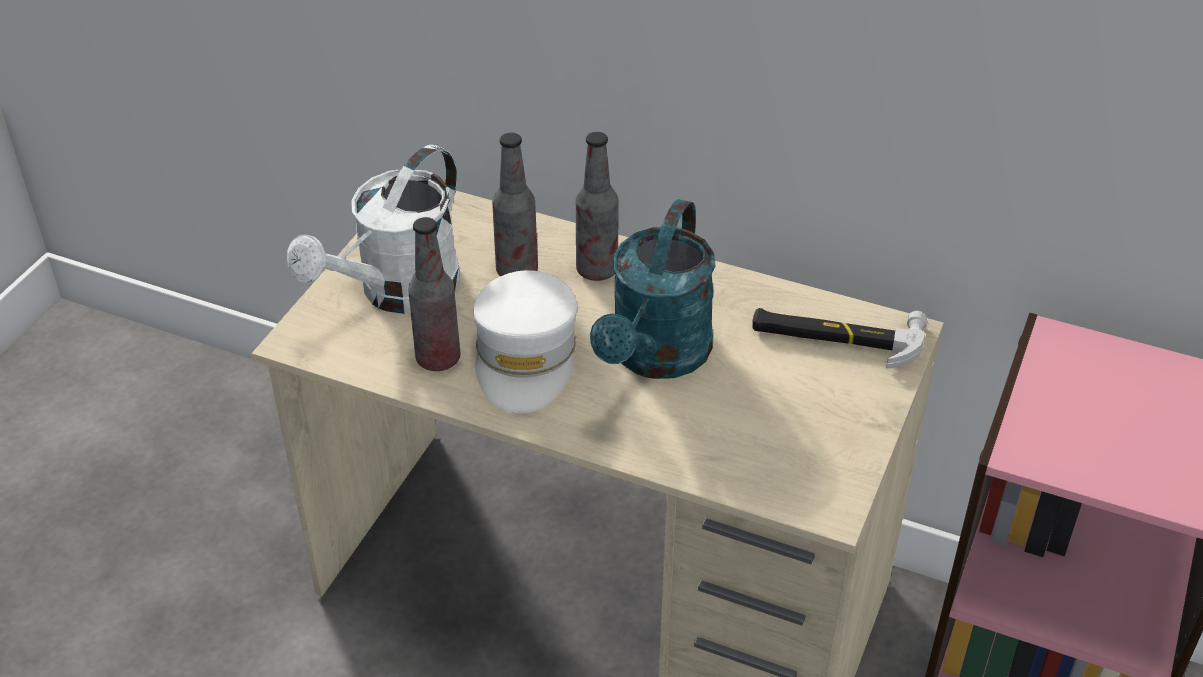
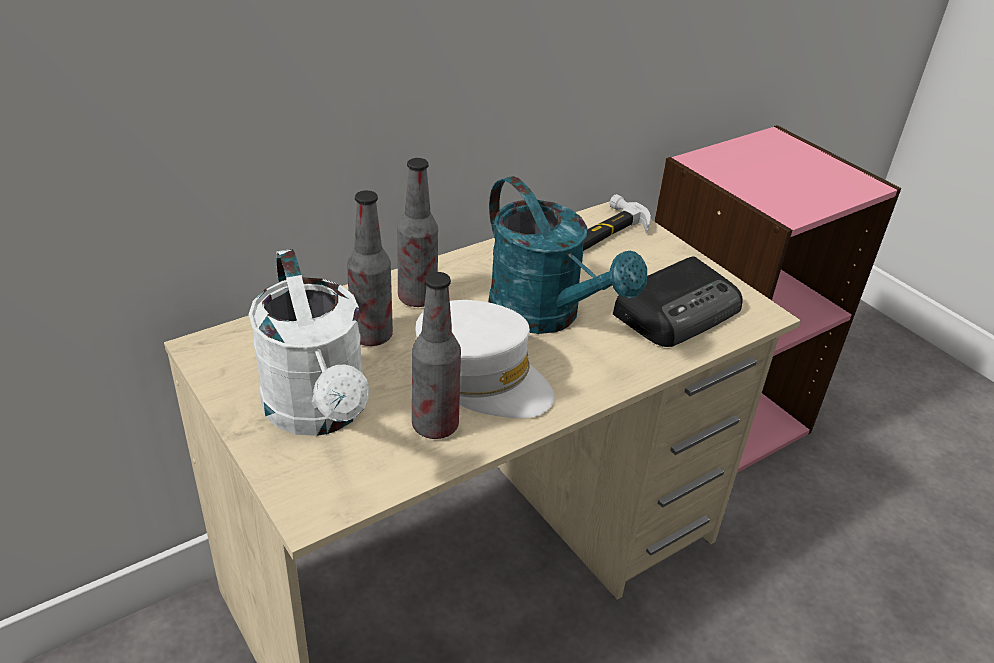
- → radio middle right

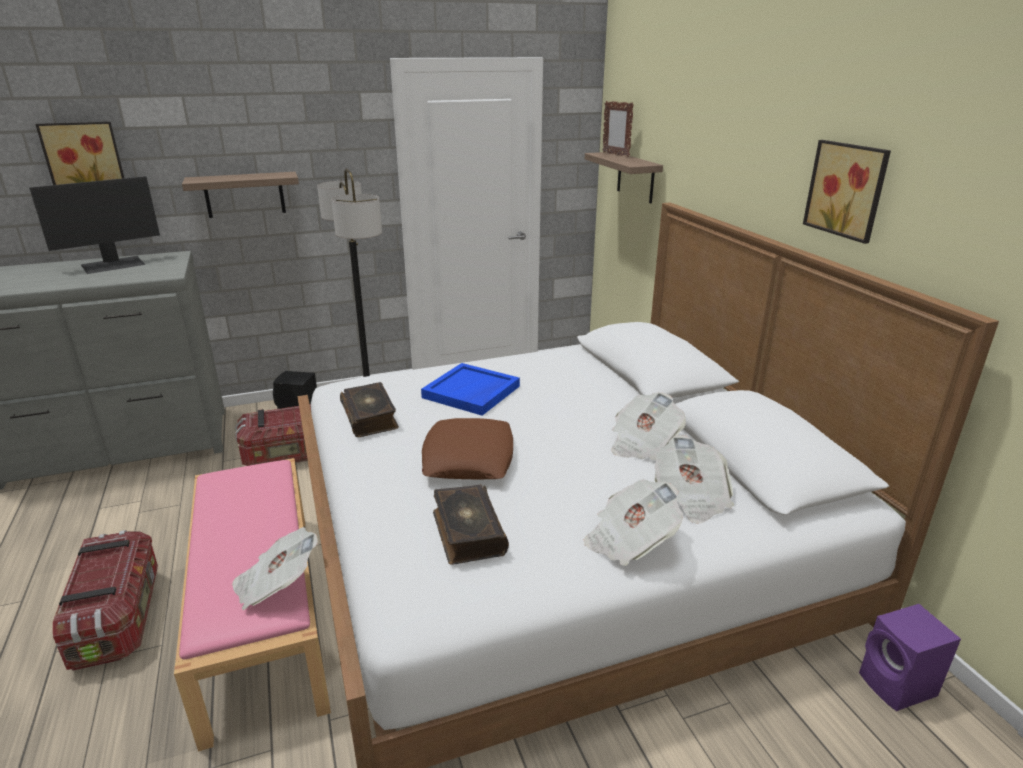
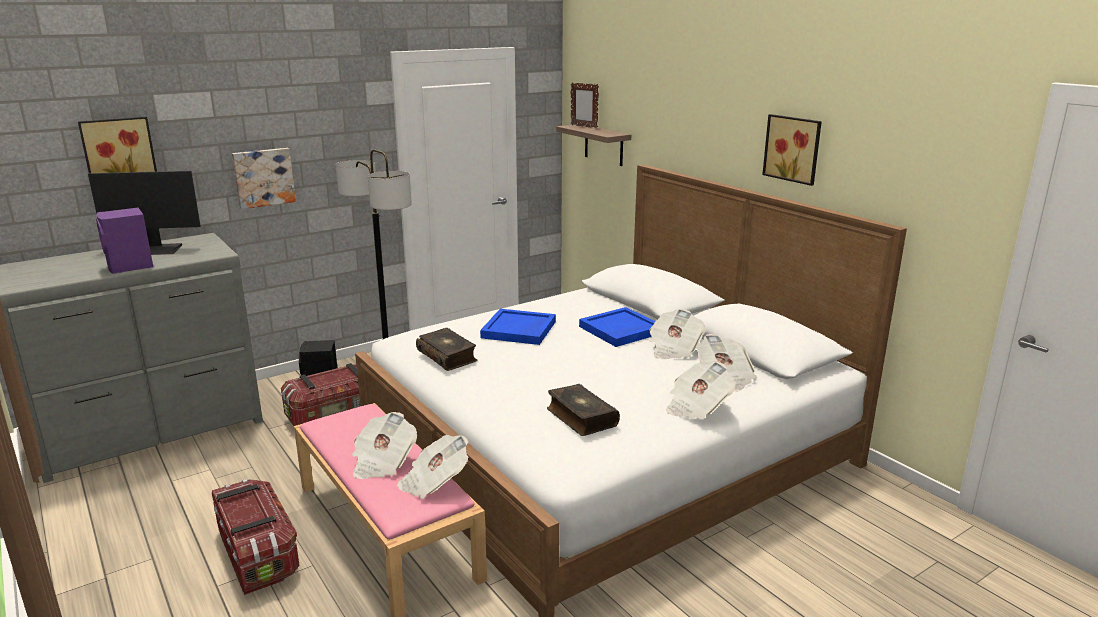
étagère (no. 1 from left) top left → tableau (no. 2 from left) top left
écran d'ordinateur top left → écran d'ordinateur middle left, 45 degrees clockwise
coussin [marron] centre → -
enceinte [violet] bottom right → enceinte [violet] middle left, shifted
- → plateau [bleu] (no. 2 from left) centre
- → journal (no. 1 from left) bottom centre

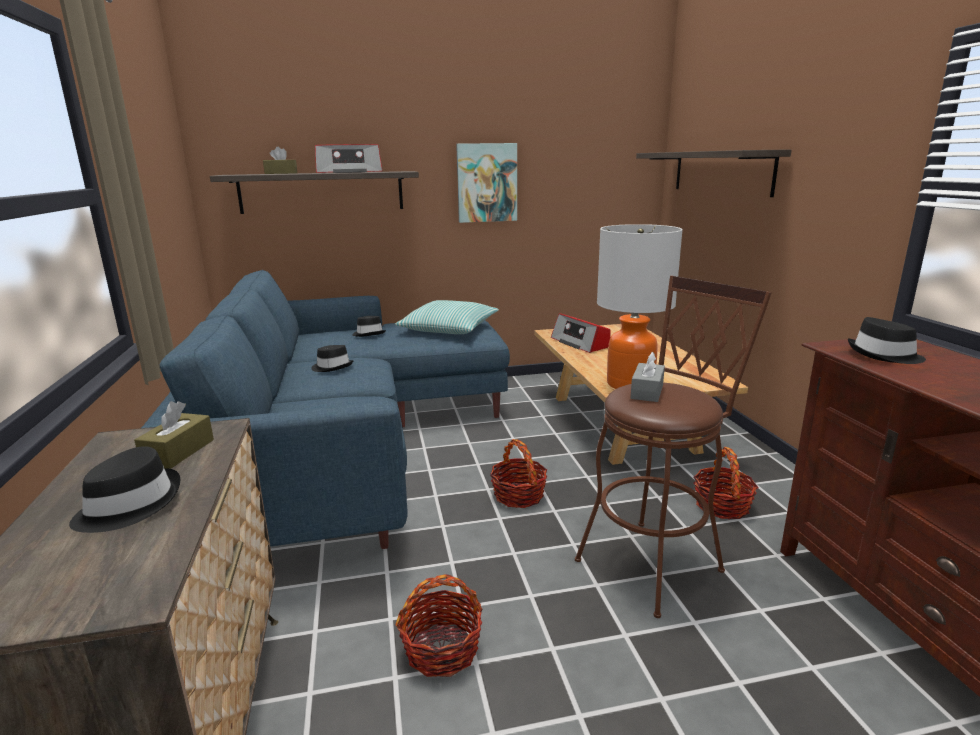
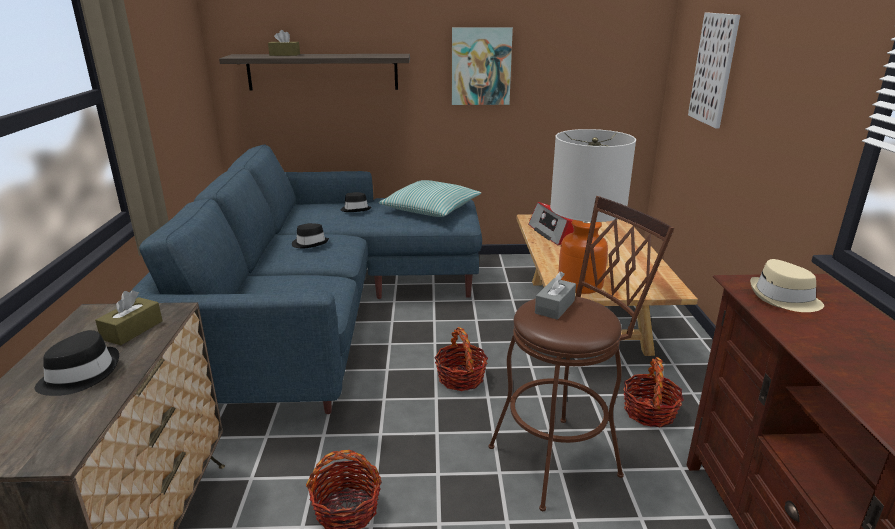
radio (no. 1 from left) top centre → -
étagère (no. 2 from left) top right → tableau (no. 2 from left) top right
chapeau [noir] (no. 4 from left) middle right → chapeau [beige] middle right

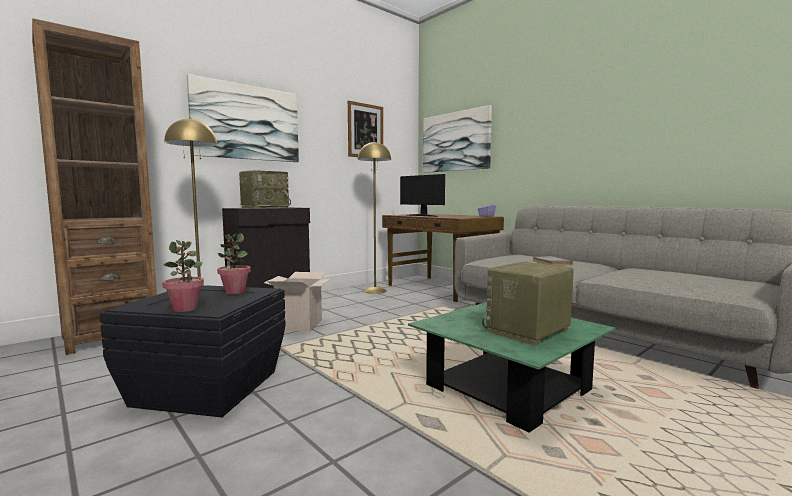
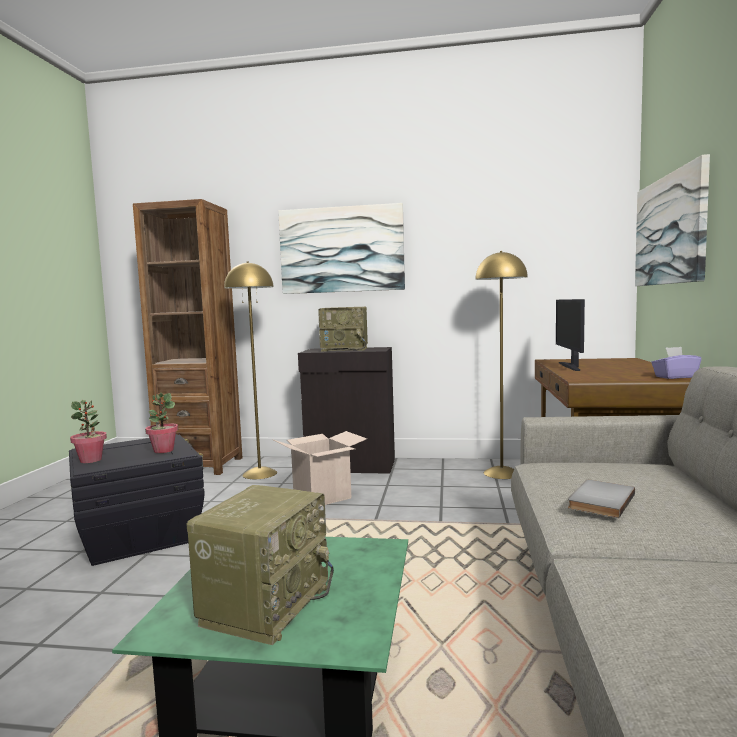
tableau (no. 2 from left) top centre → -
radio (no. 2 from left in the first image) middle right → radio (no. 1 from left) bottom centre, 105 degrees clockwise

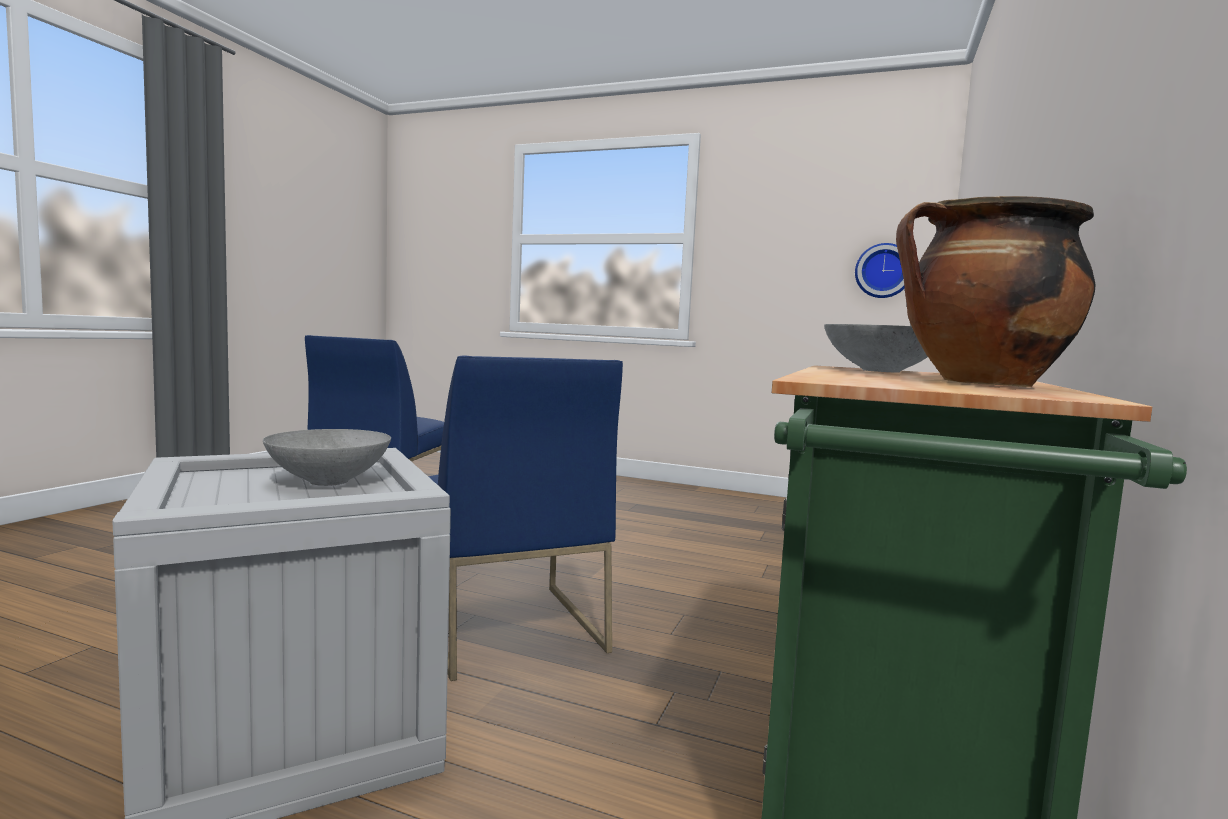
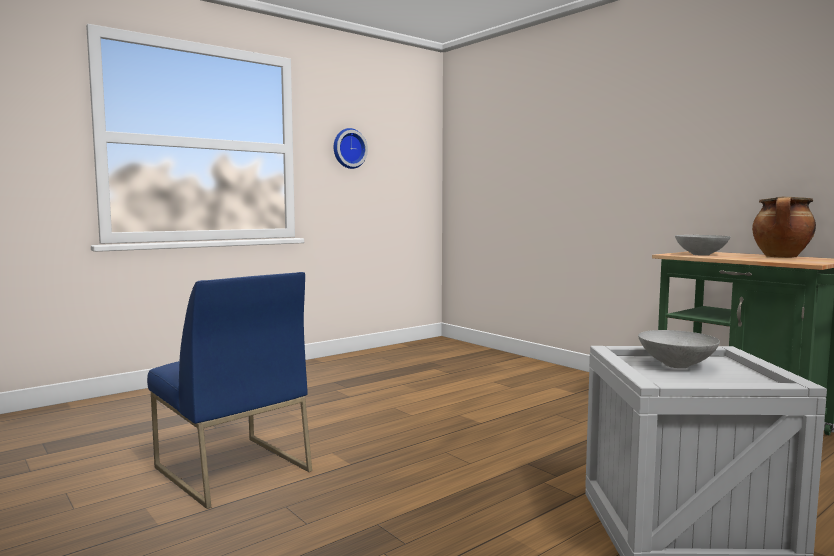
horloge murale top right → horloge murale top centre, shifted
chaise [bleu] (no. 2 from left) centre → -

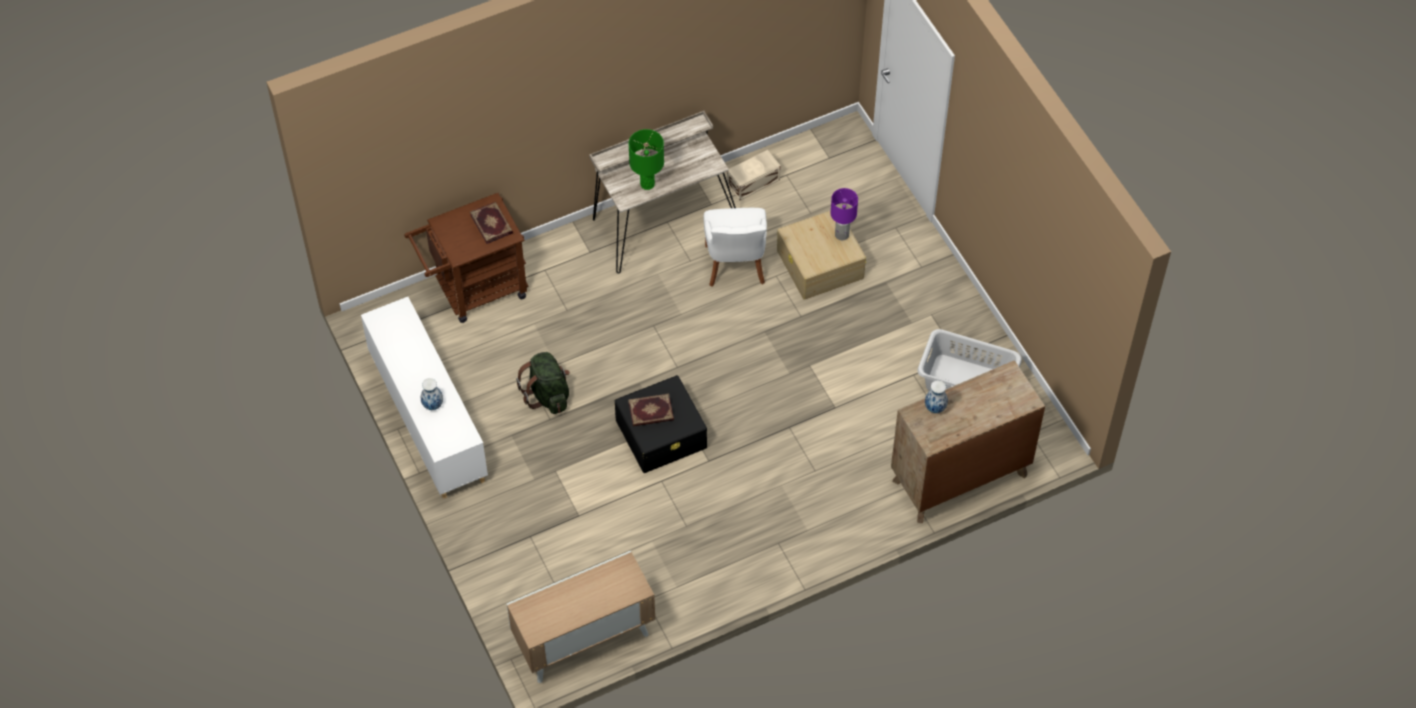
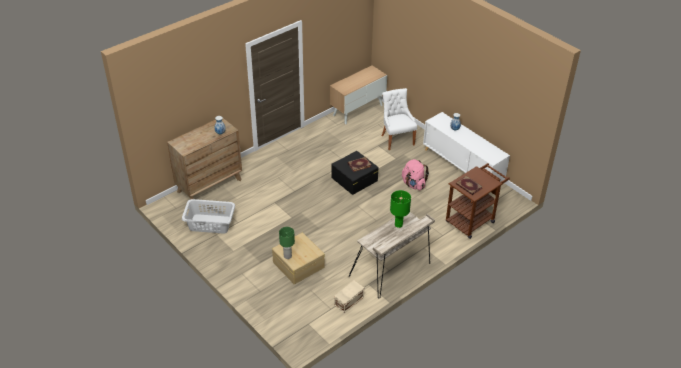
lampe de table [violet] top centre → lampe de table [vert] (no. 1 from left) centre
chaise [blanc] centre → chaise [blanc] top centre, shifted
sac à dos [vert] centre → sac à dos [rose] centre

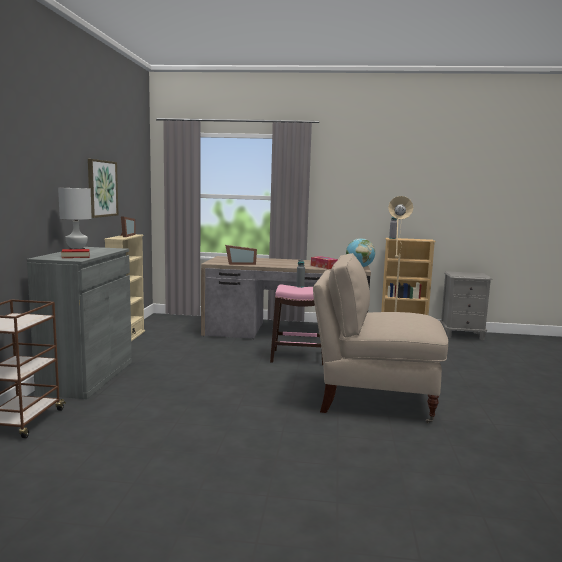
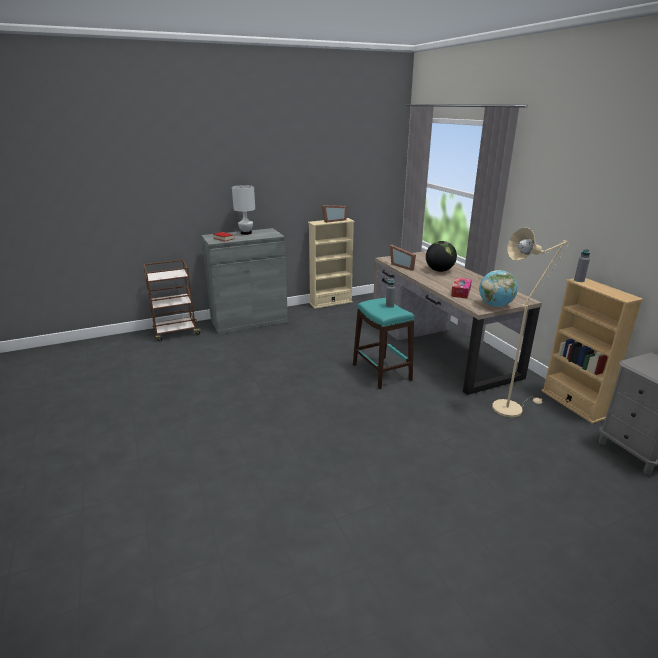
tableau middle left → -
chaise [beige] middle right → -
tabouret [rose] centre → tabouret [turquoise] centre
- → globe (no. 1 from left) middle right

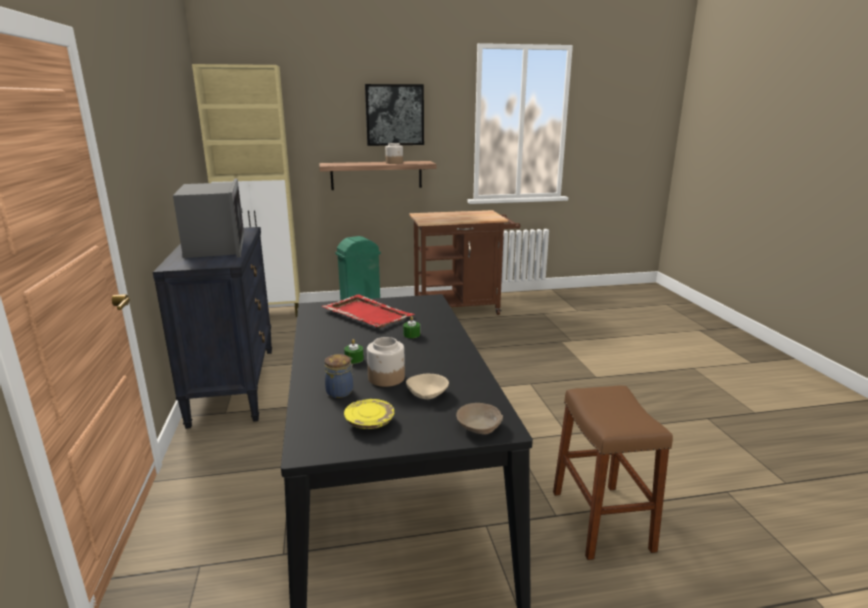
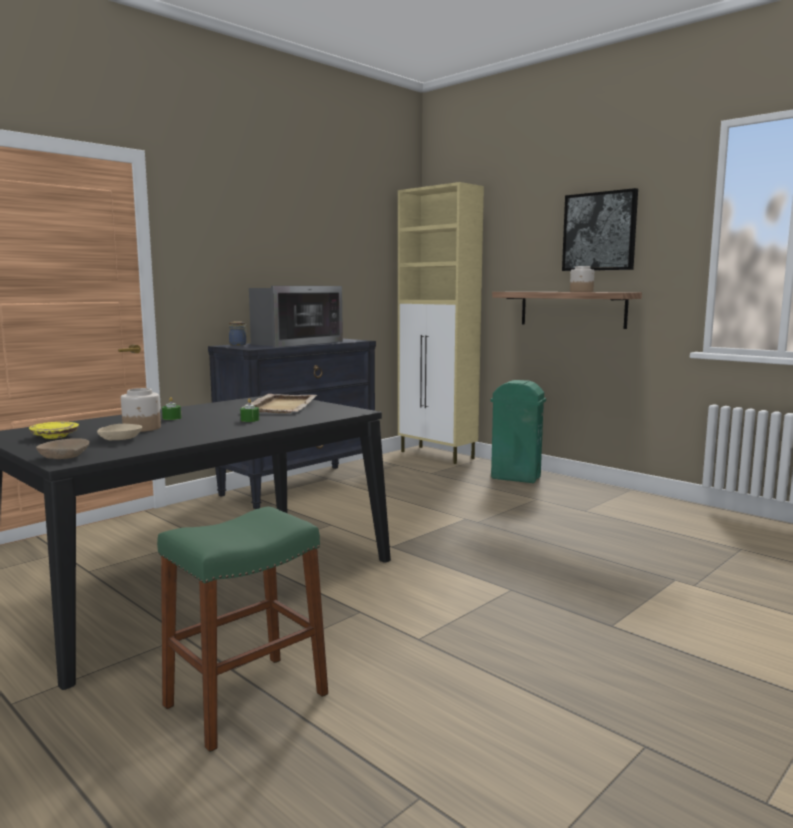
chariot [marron] centre → -
plateau [rouge] centre → plateau [beige] centre
bocal (no. 1 from left in the first image) centre → bocal (no. 2 from left) middle left, shifted
tabouret [marron] bottom right → tabouret [vert] bottom left

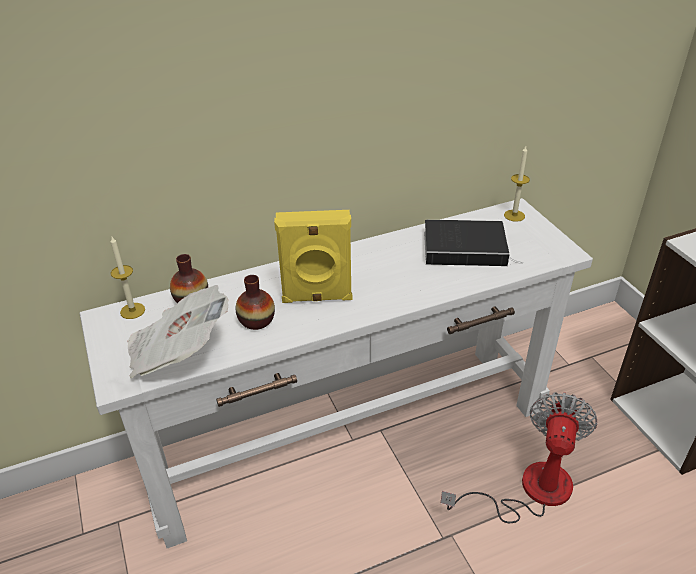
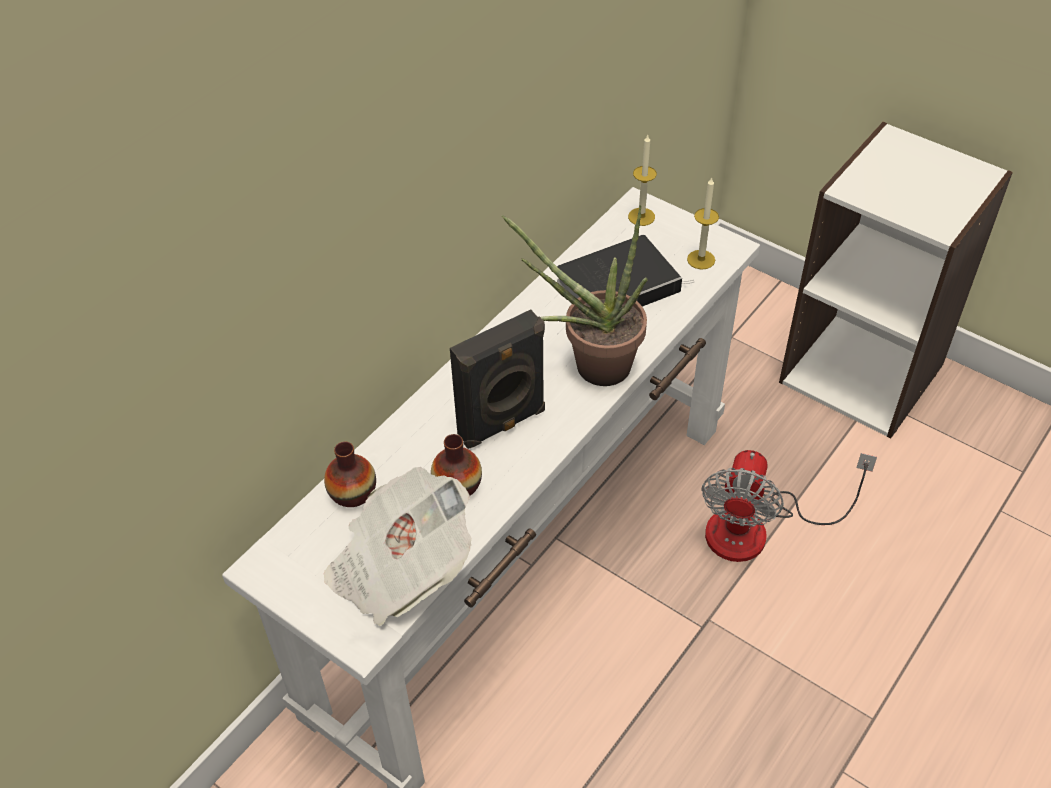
enceinte [jaune] centre → enceinte [noir] centre
bougie (no. 1 from left in the first image) middle left → bougie (no. 2 from left) top right, shifted
ventilateur bottom right → ventilateur middle right, 150 degrees counterclockwise
- → plante en pot centre

